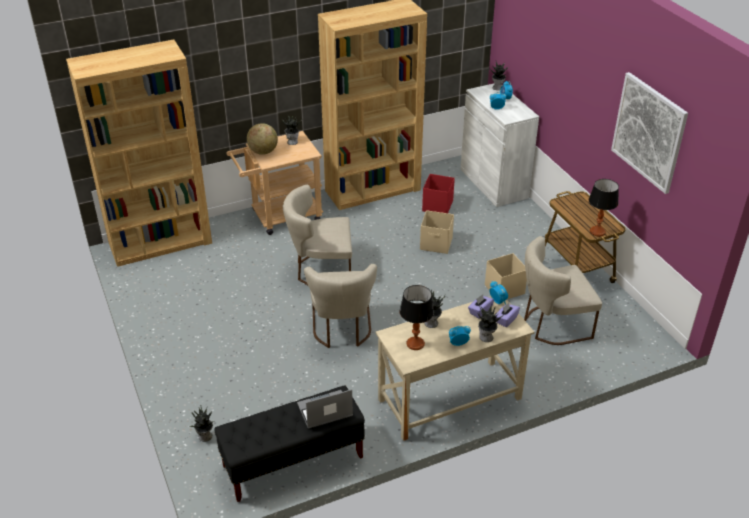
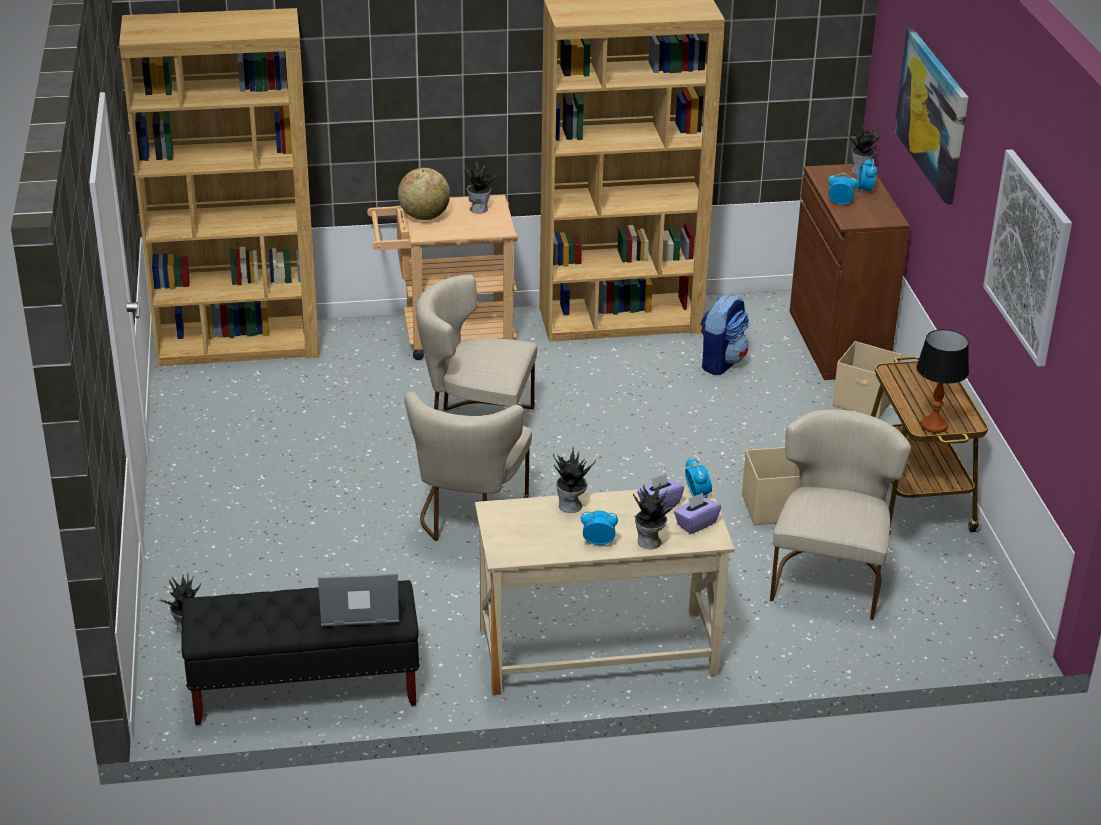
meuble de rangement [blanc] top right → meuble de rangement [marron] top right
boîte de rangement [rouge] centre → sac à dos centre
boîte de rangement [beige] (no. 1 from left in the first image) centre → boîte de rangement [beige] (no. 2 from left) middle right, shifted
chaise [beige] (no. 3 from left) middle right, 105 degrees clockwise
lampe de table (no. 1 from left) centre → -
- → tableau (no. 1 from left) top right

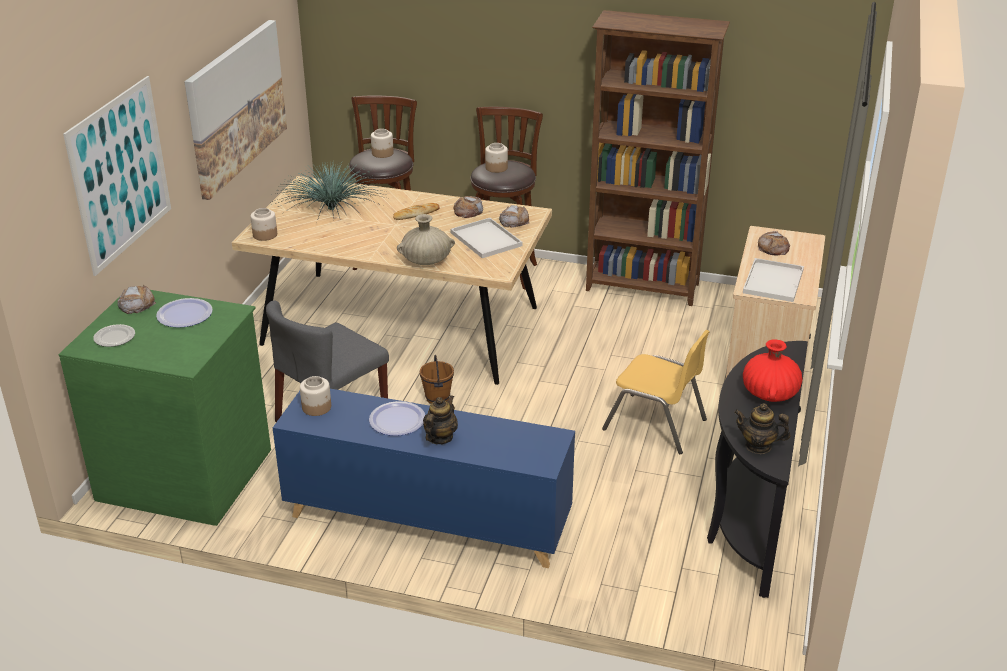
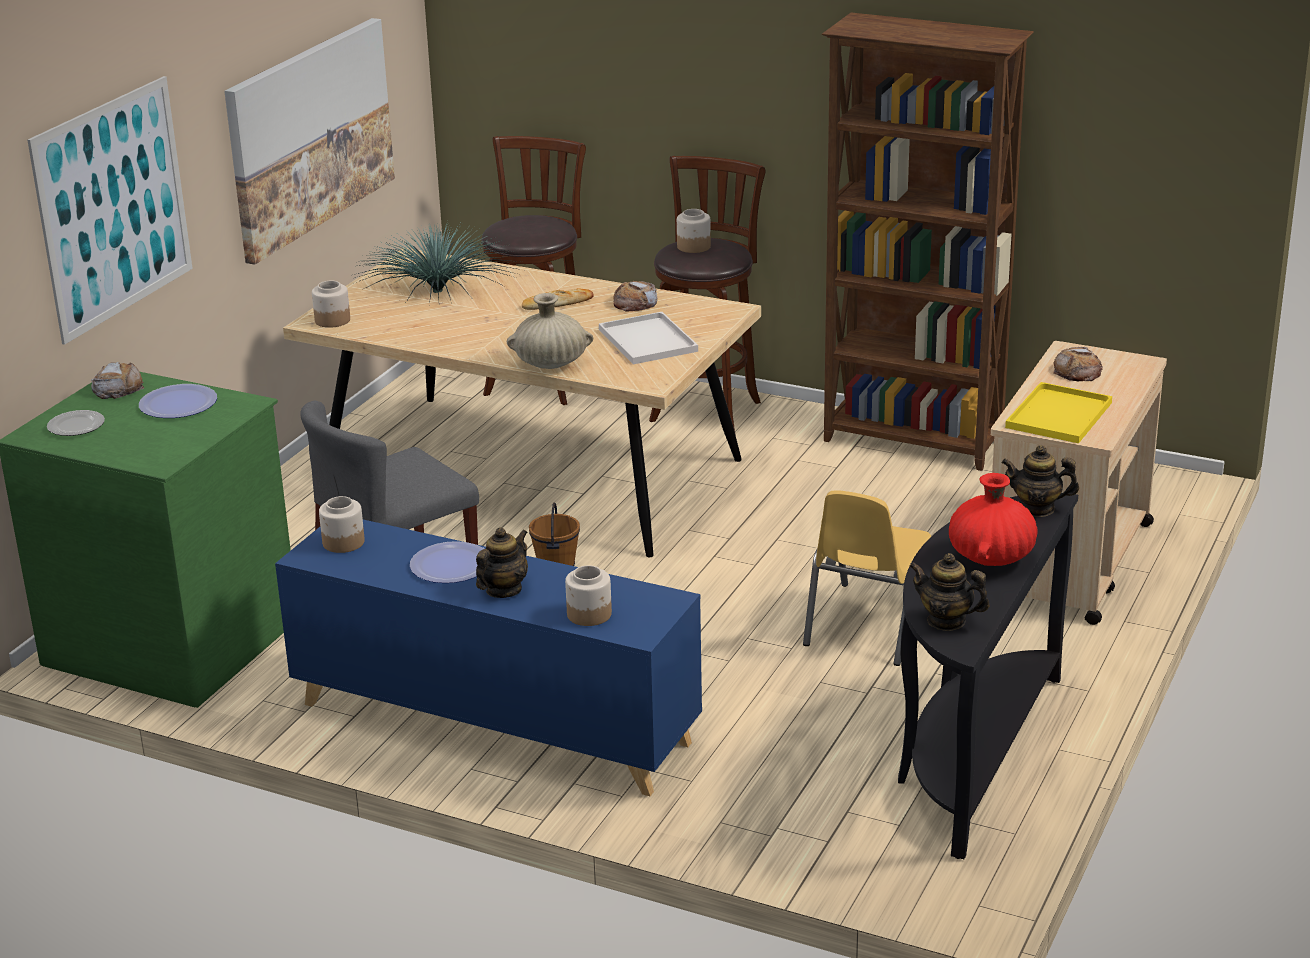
bocal (no. 3 from left) top centre → bocal (no. 3 from left) centre, shifted
pain (no. 4 from left) top centre → -
plateau [blanc] (no. 2 from left) middle right → plateau [jaune] middle right
chaise [jaune] centre, 75 degrees clockwise
- → théière (no. 3 from left) middle right

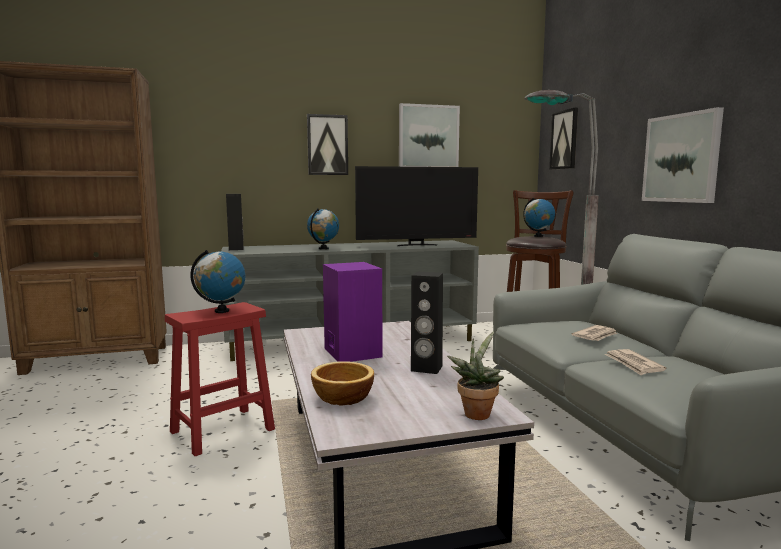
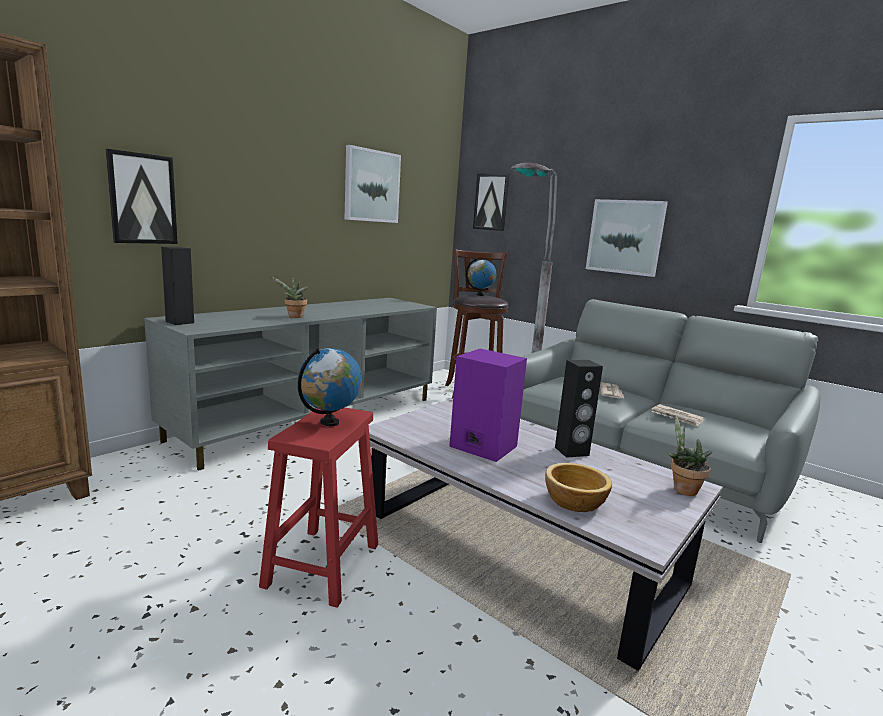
tableau (no. 1 from left) top centre → tableau (no. 1 from left) top left, shifted
téléviseur centre → -
globe (no. 2 from left) centre → plante en pot (no. 1 from left) middle left

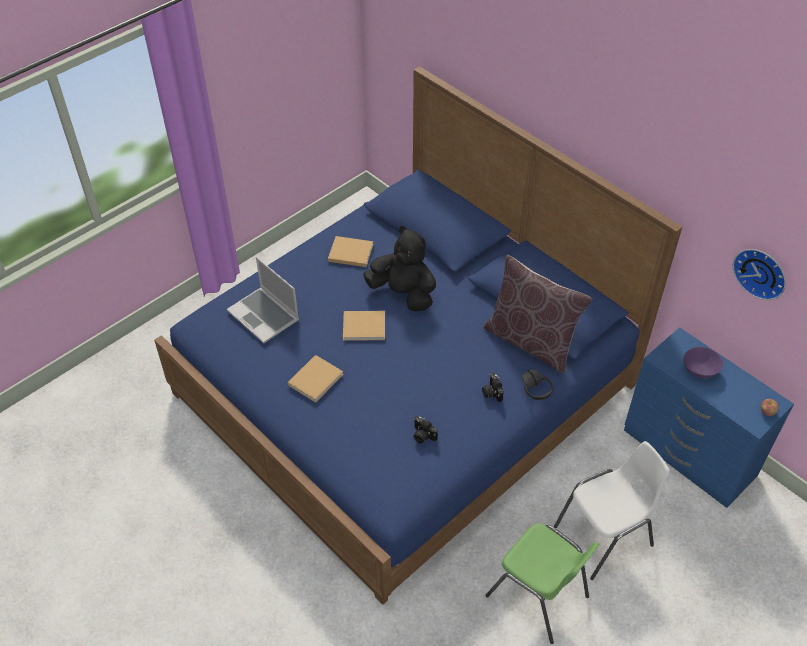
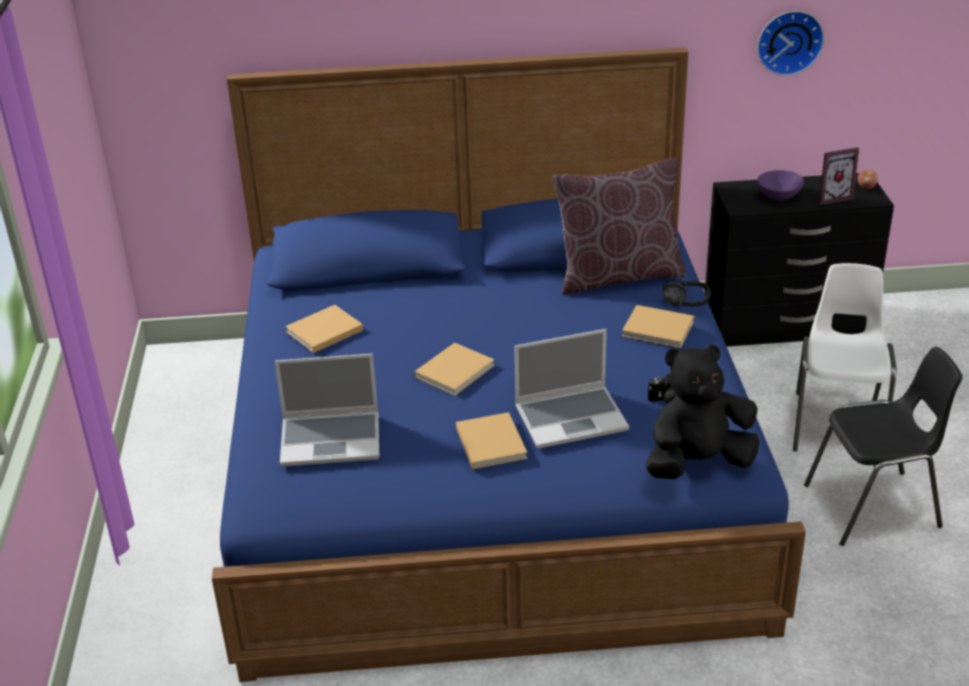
peluche [noir] centre → peluche [noir] middle right, shifted
commode [bleu] middle right → commode [noir] middle right
appareil photo (no. 2 from left) centre → livre [beige] (no. 4 from left) middle right
chaise [vert] bottom right → chaise [noir] middle right
- → cadre photo top right
- → ordinateur portable (no. 2 from left) centre

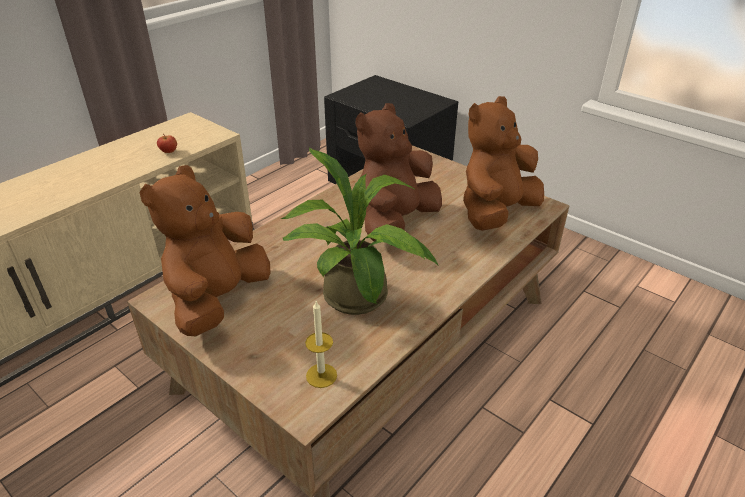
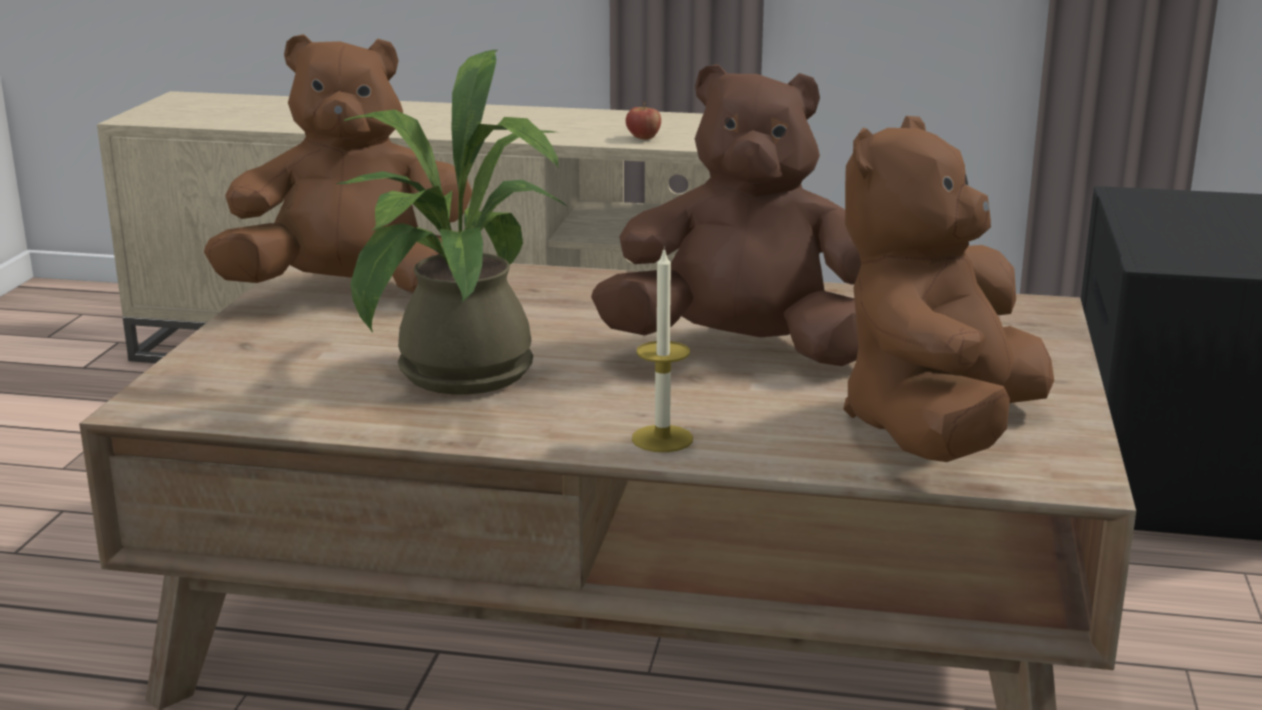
peluche [marron] (no. 3 from left) top right → peluche [marron] (no. 3 from left) middle right, 75 degrees counterclockwise
bougie bottom centre → bougie centre, shifted

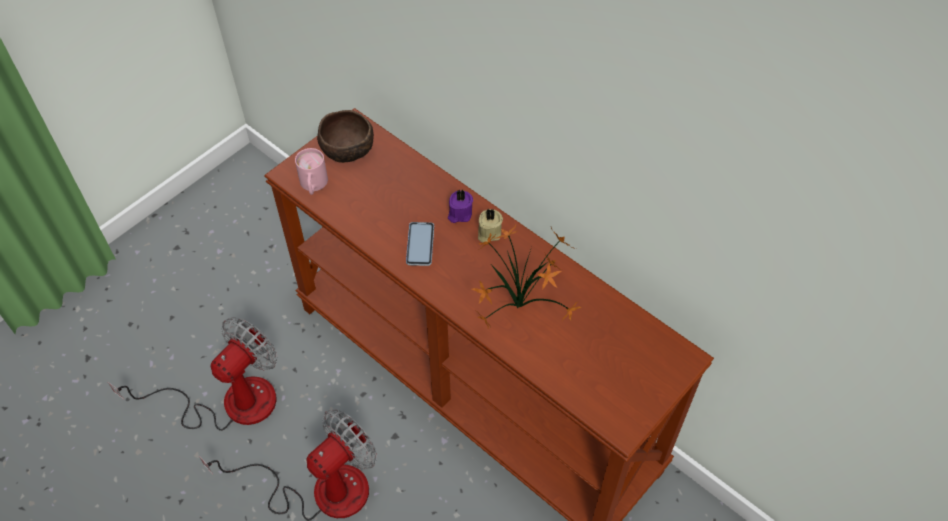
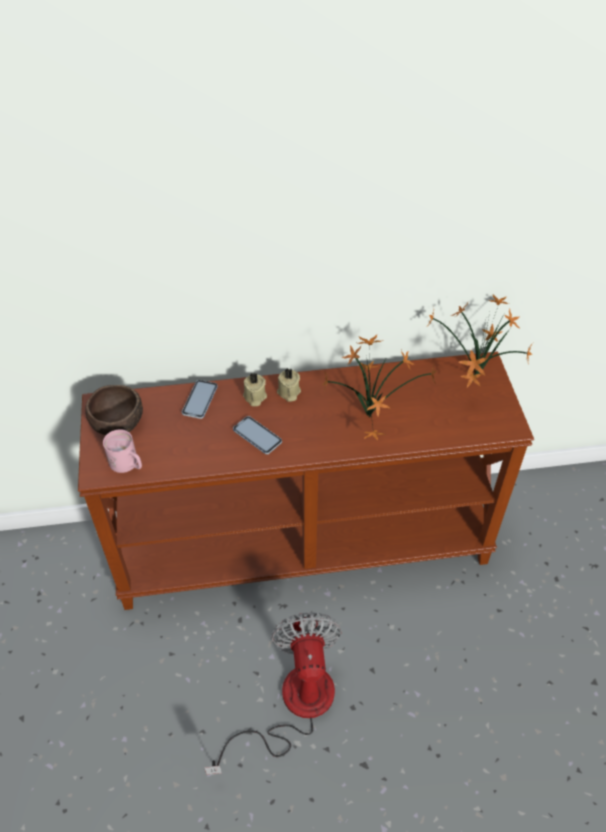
bougie [violet] centre → bougie [beige] (no. 1 from left) centre
ventilateur (no. 1 from left) bottom left → -
- → plante en pot (no. 2 from left) middle right
- → téléphone (no. 1 from left) middle left

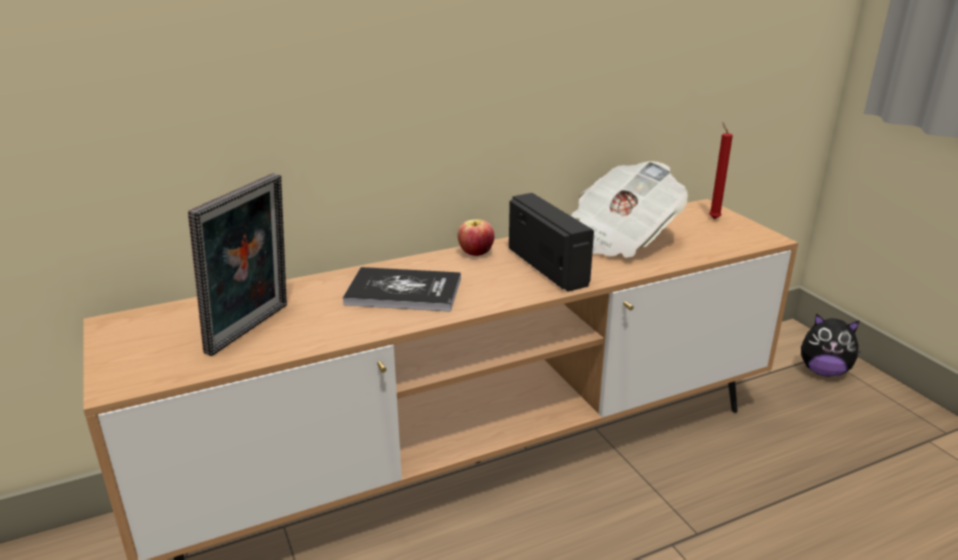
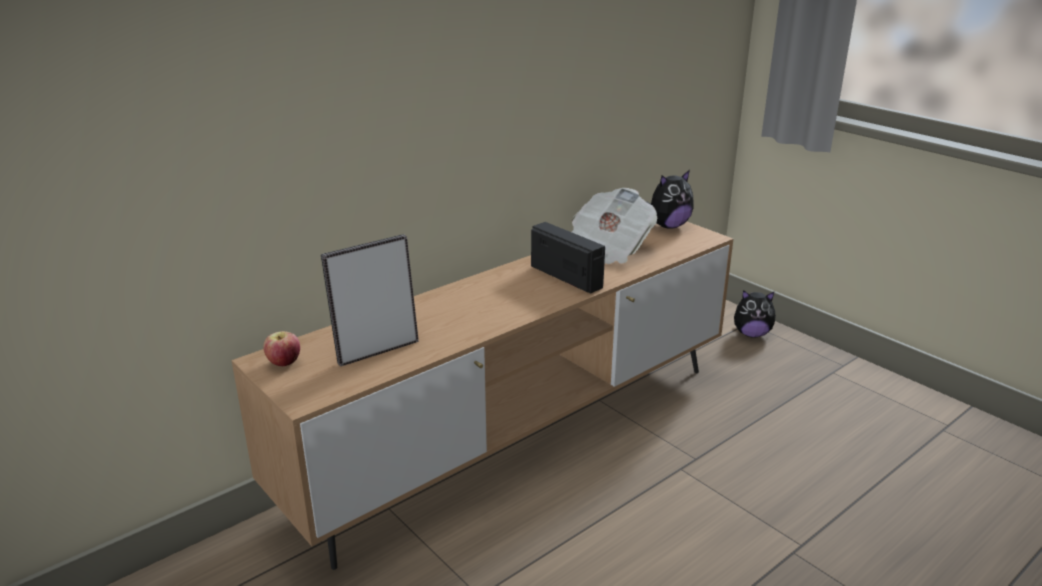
bougie [rouge] top right → peluche (no. 1 from left) centre
cadre photo middle left → cadre photo centre, 135 degrees counterclockwise
pomme centre → pomme middle left, shifted
livre centre → -

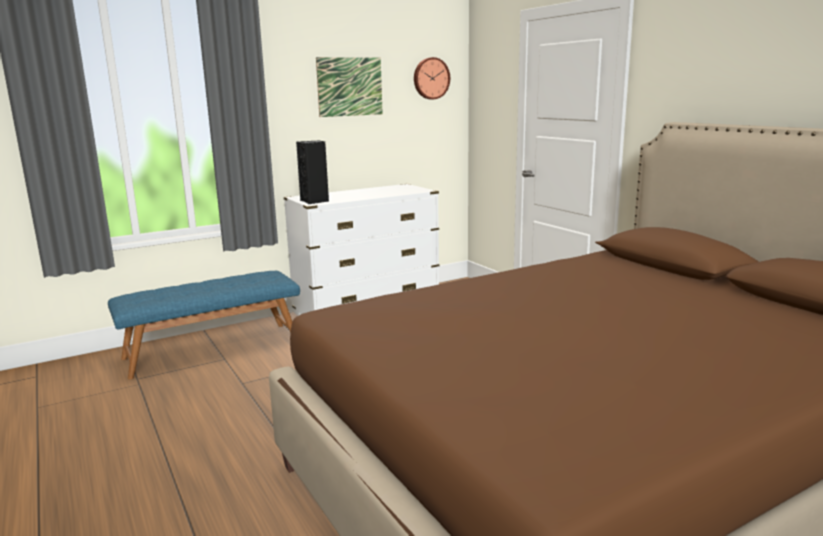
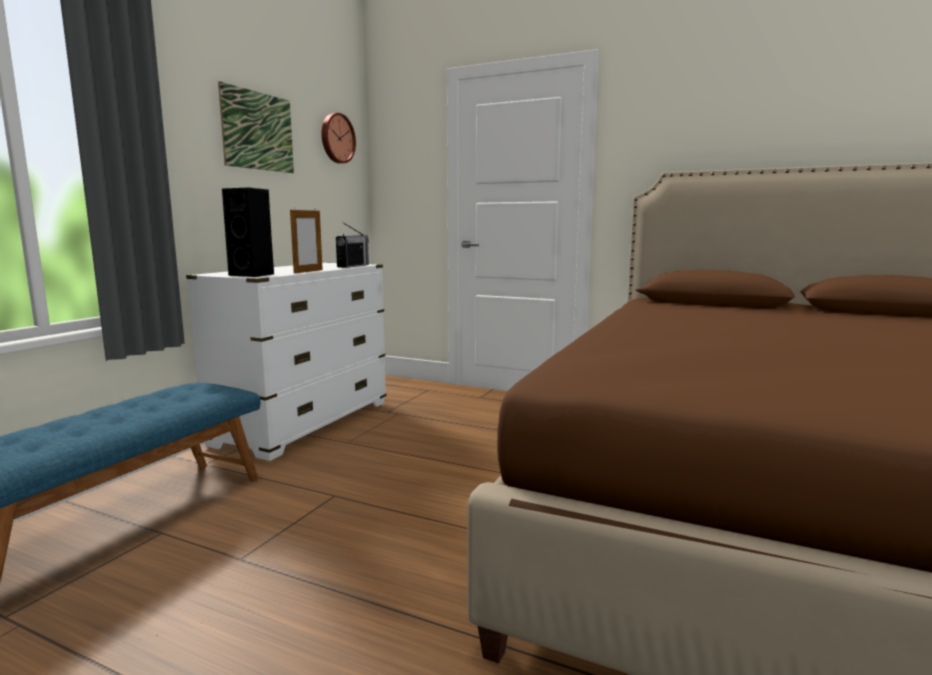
- → cadre photo middle left
- → radio centre

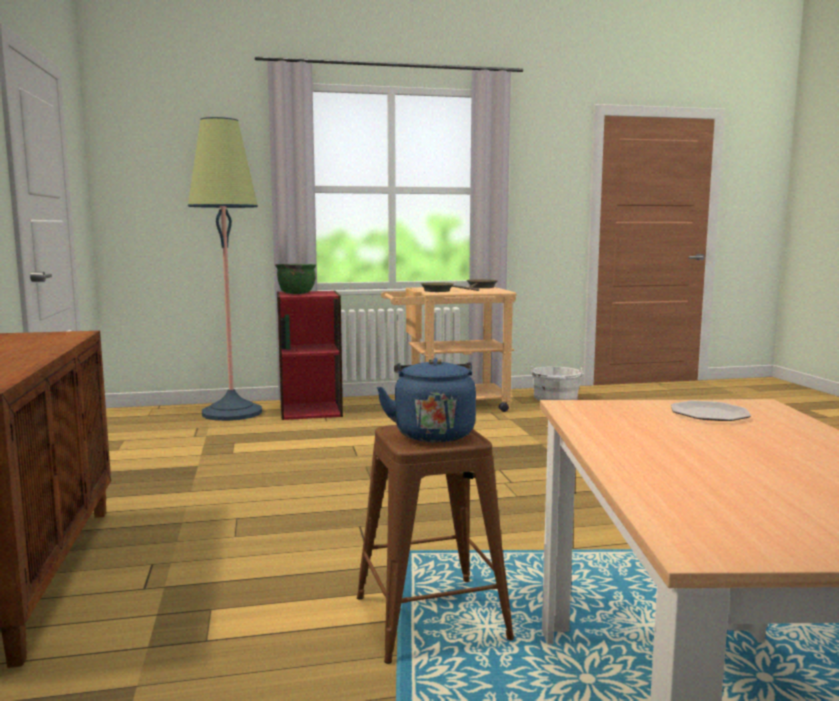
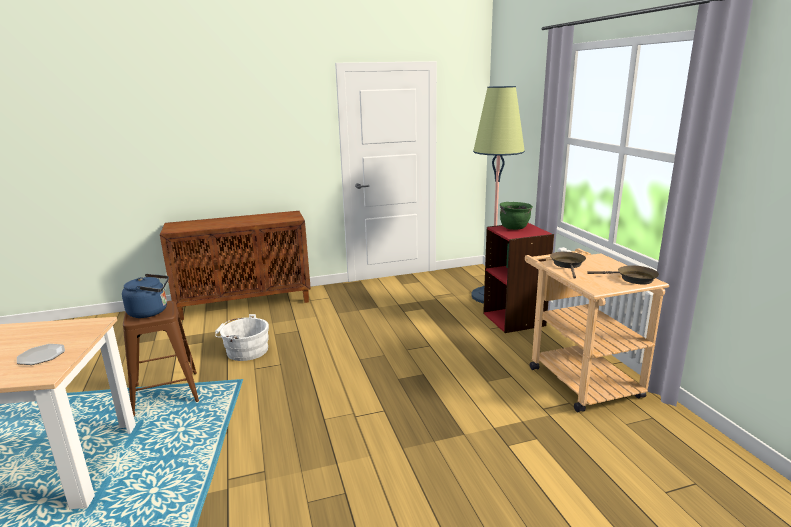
seau [blanc] centre → seau [blanc] middle left, shifted

